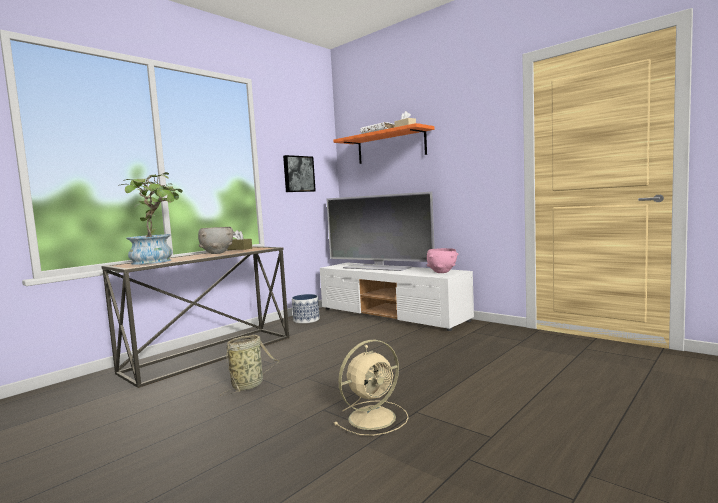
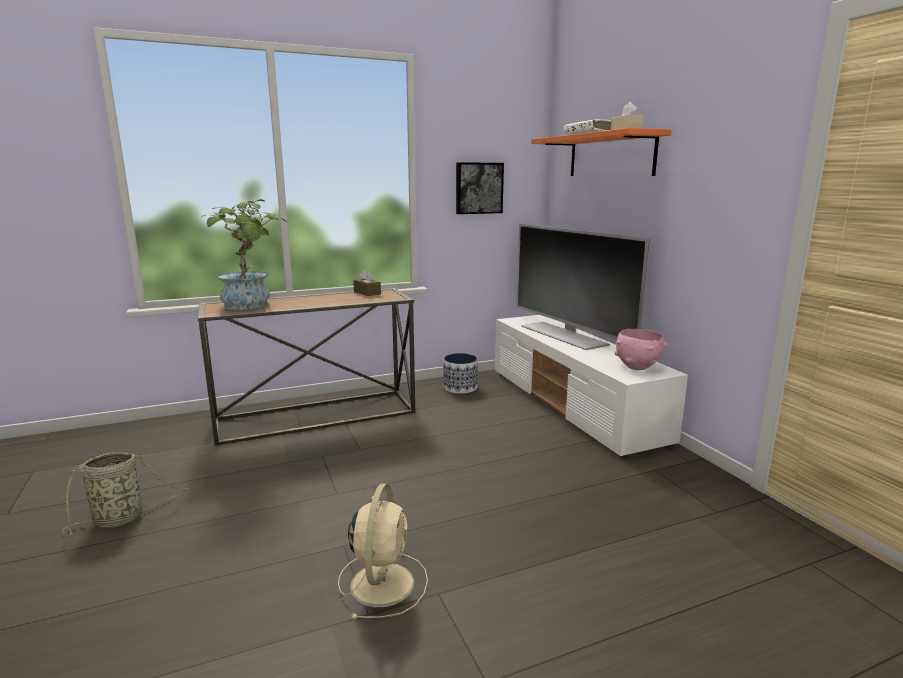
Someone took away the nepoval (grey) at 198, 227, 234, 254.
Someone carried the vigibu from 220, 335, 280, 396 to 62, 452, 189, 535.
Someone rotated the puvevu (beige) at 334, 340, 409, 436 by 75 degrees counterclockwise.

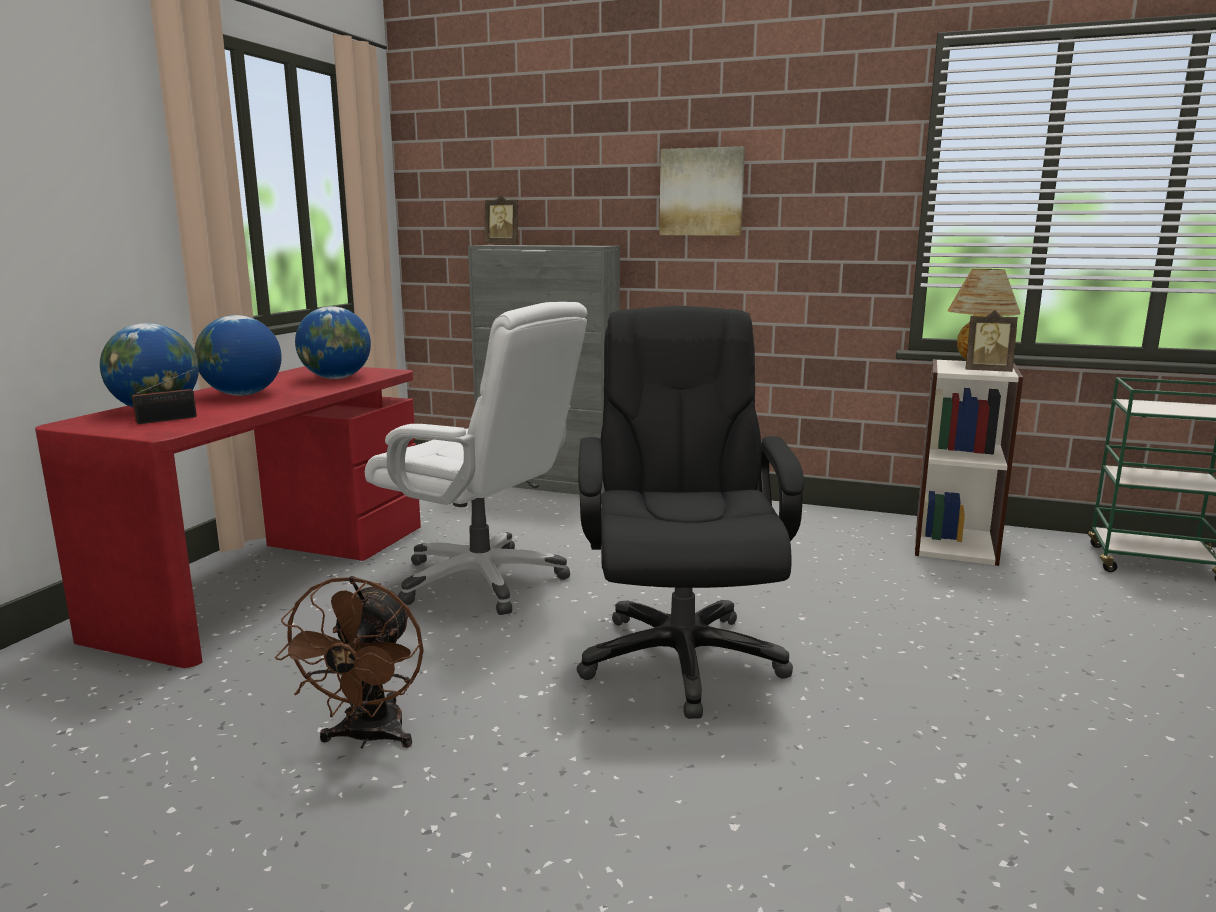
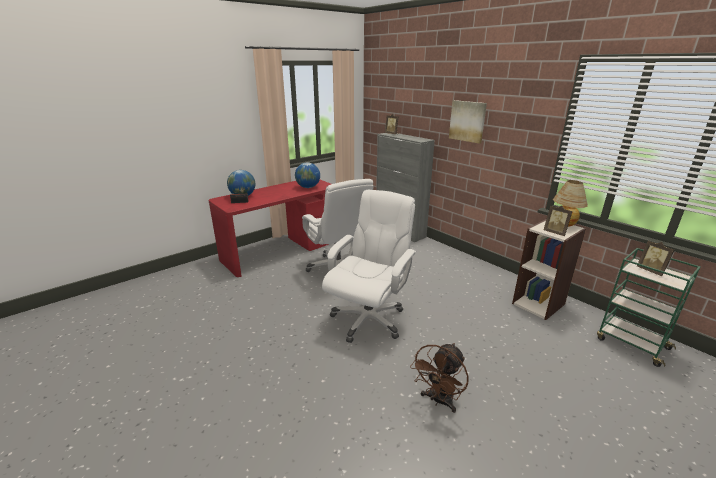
Someone repainted the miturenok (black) at 577, 306, 804, 719, which became the miturenok (white) at 322, 190, 417, 343.
Someone took away the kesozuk at 194, 315, 282, 396.
Someone carried the puvevu (brown) from 275, 576, 424, 749 to 410, 343, 469, 413.
Someone put down the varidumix at 637, 241, 674, 276.

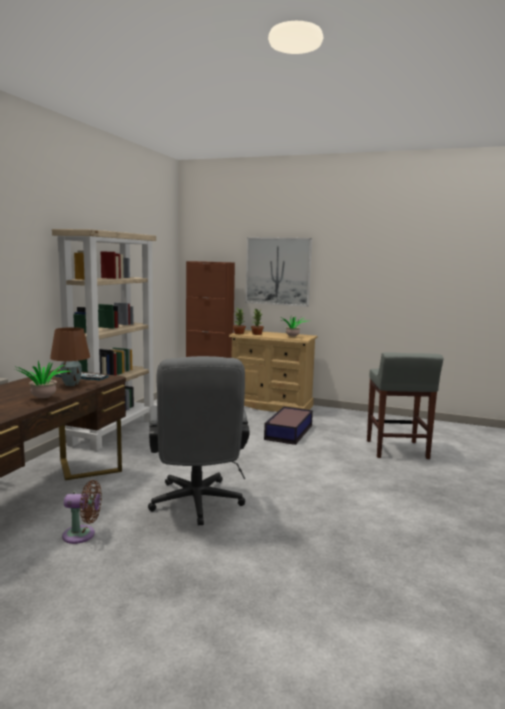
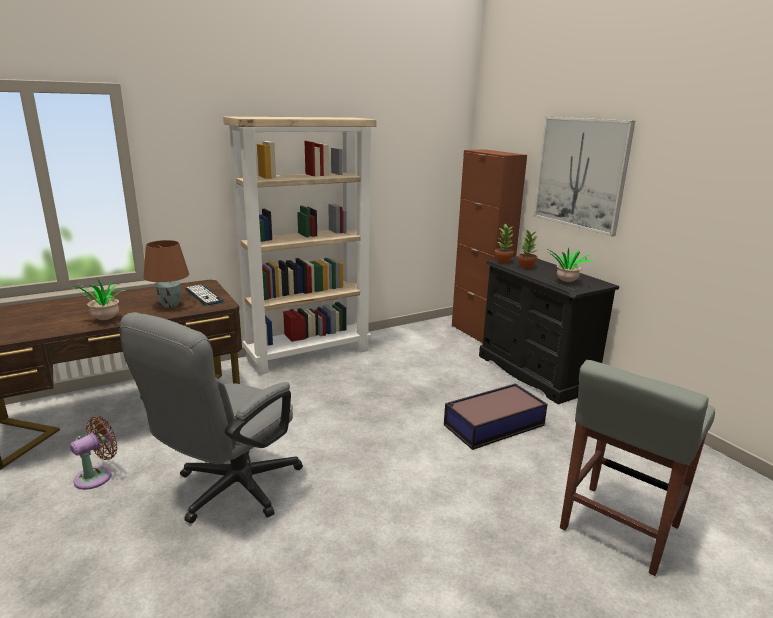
Someone repainted the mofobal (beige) at 229, 330, 318, 412, which became the mofobal (black) at 479, 256, 619, 404.
Someone rotated the puvevu (brown) at 62, 480, 102, 544 by 90 degrees counterclockwise.

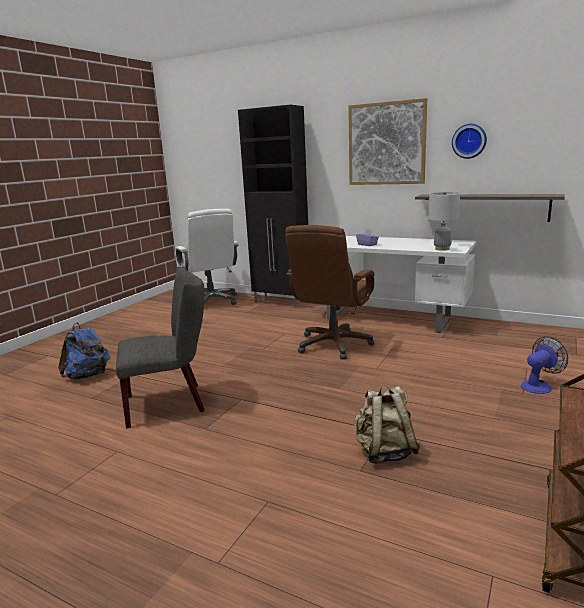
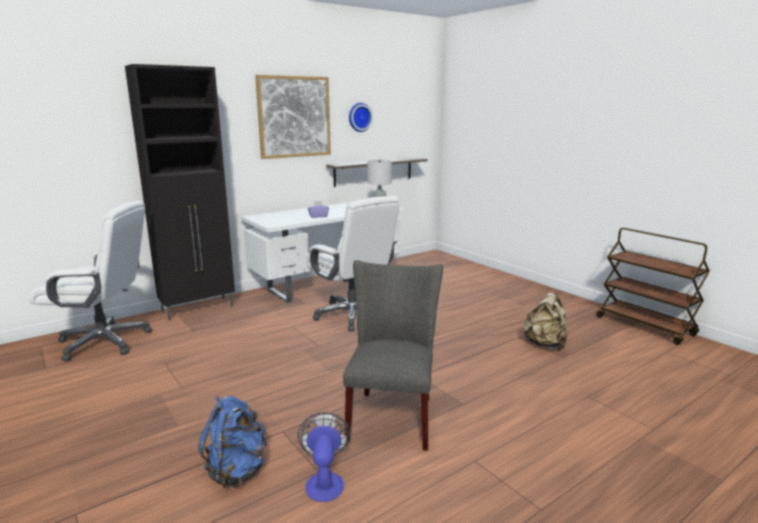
Someone repainted the miturenok (brown) at 285, 225, 375, 360, which became the miturenok (white) at 306, 196, 400, 331.
Someone carried the puvevu from 521, 336, 568, 394 to 298, 412, 351, 502.

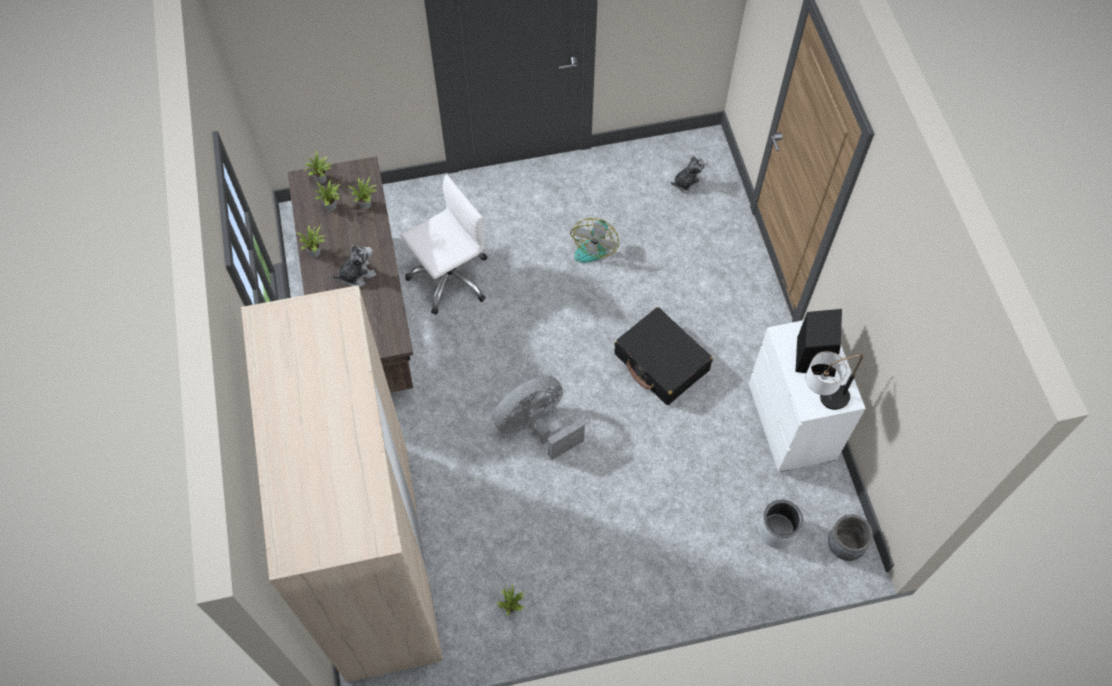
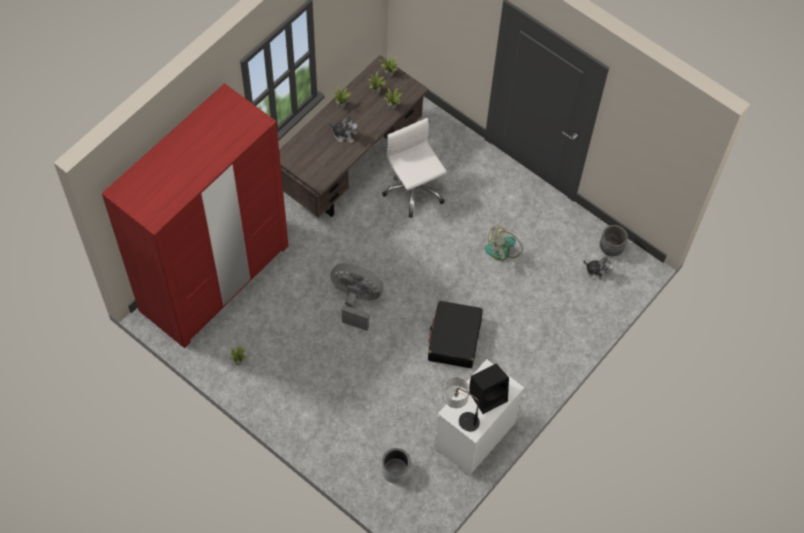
Someone rotated the miturenok (white) at 401, 175, 487, 315 by 135 degrees counterclockwise.
Someone repainted the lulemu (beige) at 241, 286, 443, 682, which became the lulemu (red) at 102, 83, 288, 348.
Someone carried the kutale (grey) from 828, 515, 873, 561 to 600, 225, 628, 256.

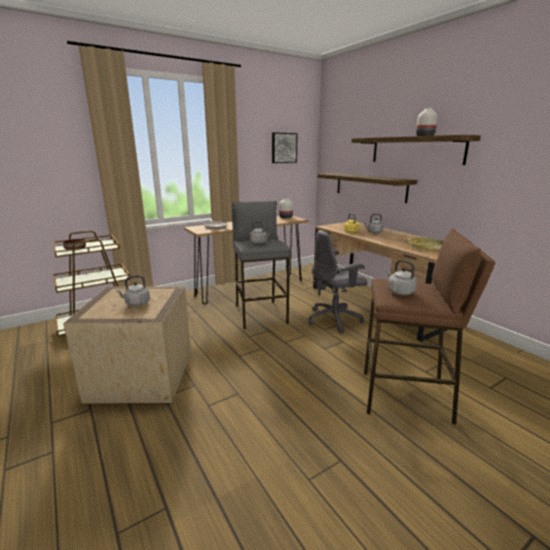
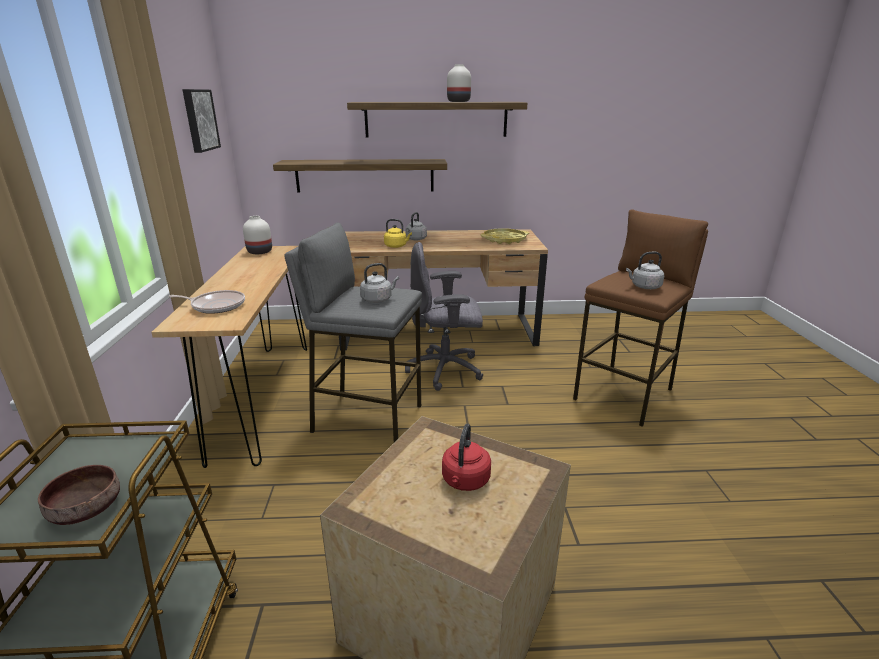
Someone rotated the miturenok (grey) at 309, 230, 368, 333 by 75 degrees clockwise.
Someone repainted the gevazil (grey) at 116, 275, 150, 306, which became the gevazil (red) at 442, 424, 491, 491.

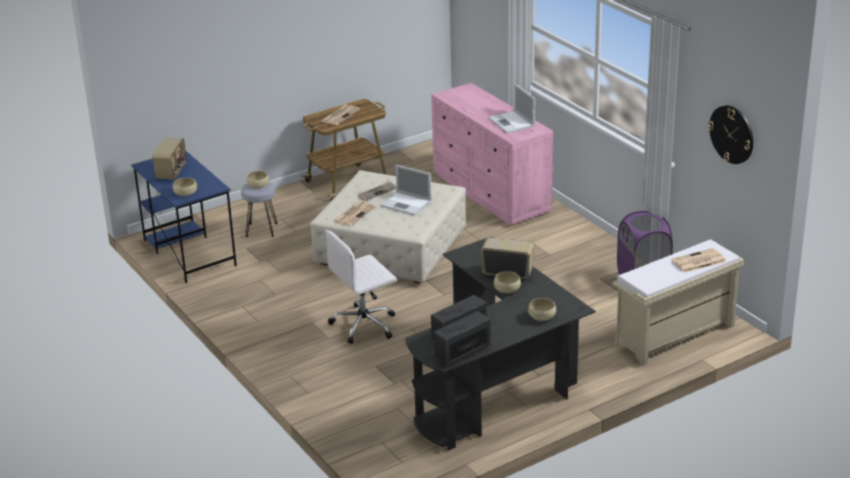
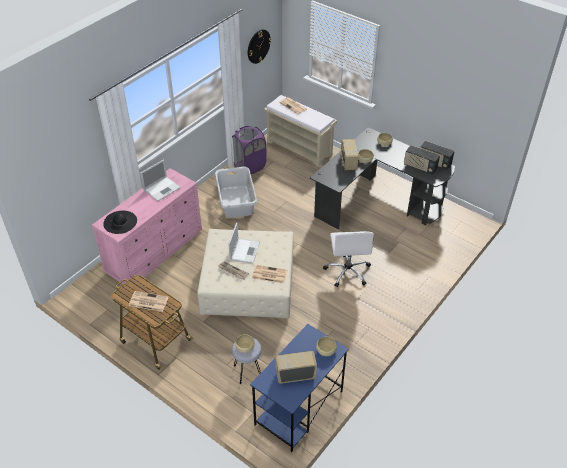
Someone rotated the miturenok (white) at 325, 230, 397, 344 by 45 degrees clockwise.
Someone put down the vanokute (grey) at 215, 167, 257, 218.
Someone put down the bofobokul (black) at 103, 211, 137, 234.

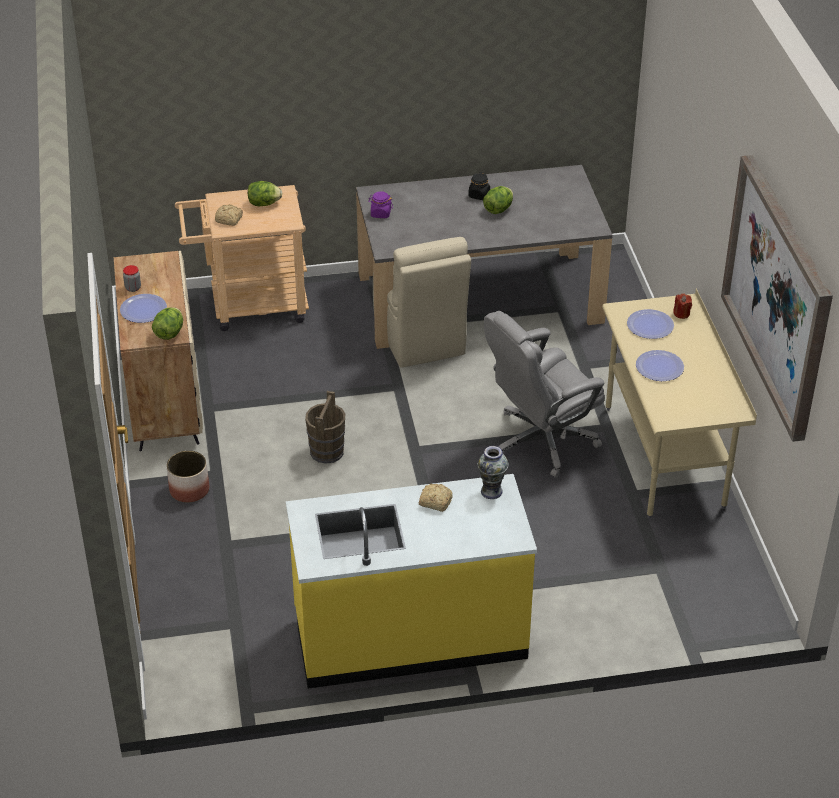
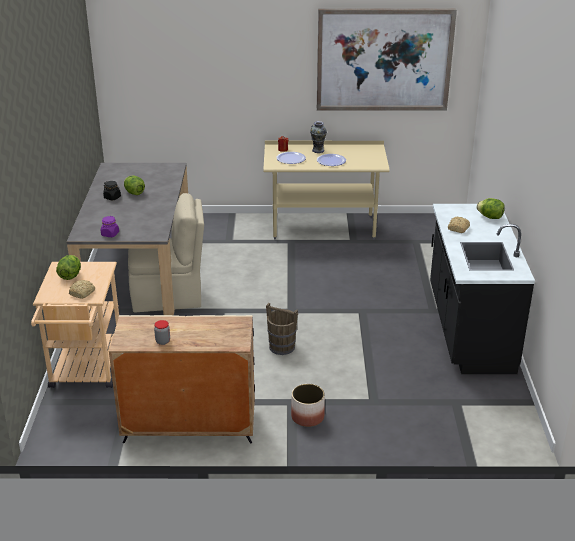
Someone took away the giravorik at 120, 294, 167, 323.
Someone carried the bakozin from 152, 308, 183, 340 to 477, 198, 505, 219.
Someone took away the miturenok (grey) at 484, 311, 605, 478.
Someone carried the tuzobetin from 477, 446, 509, 499 to 310, 121, 327, 153.
Someone repainted the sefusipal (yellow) at 286, 474, 537, 689, which became the sefusipal (black) at 430, 204, 535, 374.

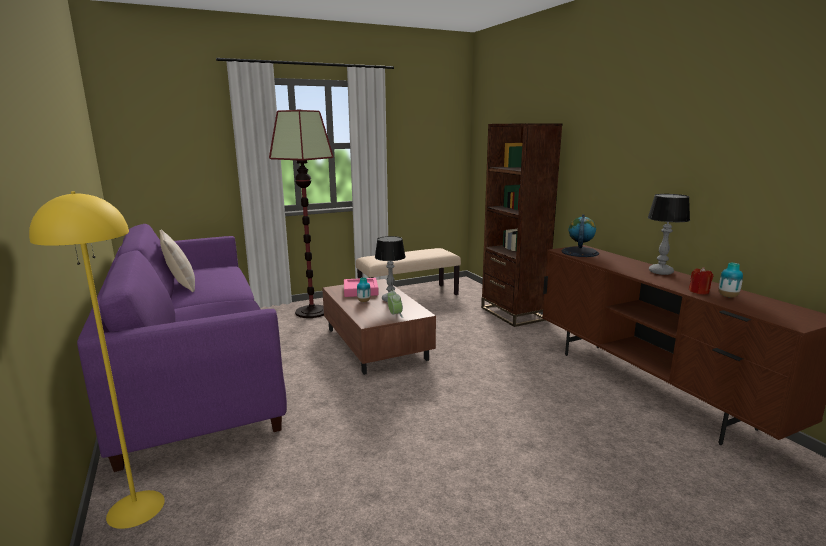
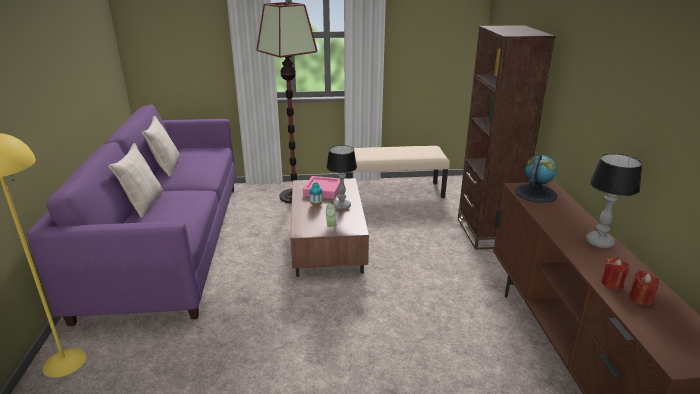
Someone swapped the tuzobetin at 719, 263, 743, 297 for the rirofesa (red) at 629, 270, 660, 306.
Someone put down the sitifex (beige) at 108, 143, 163, 218.

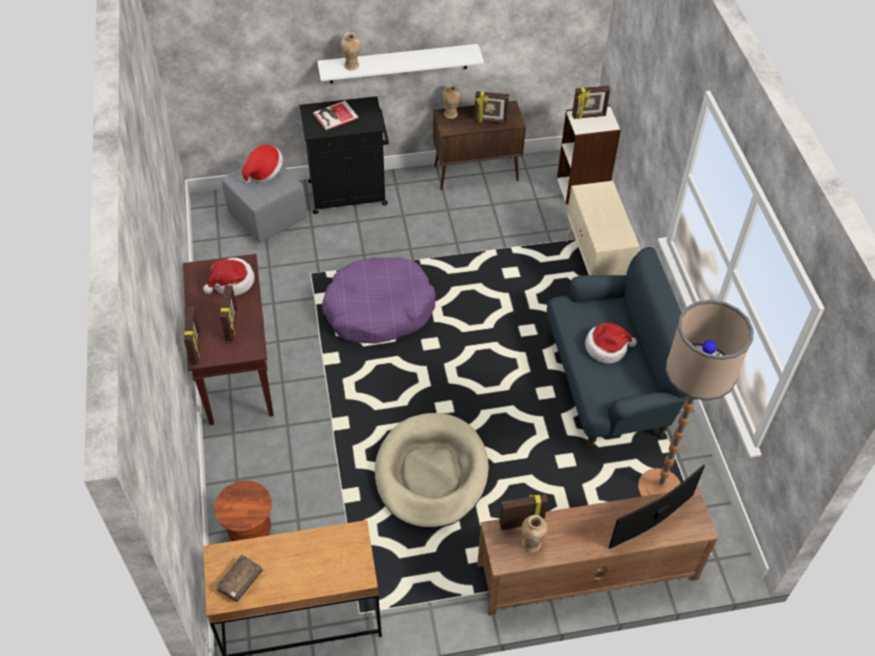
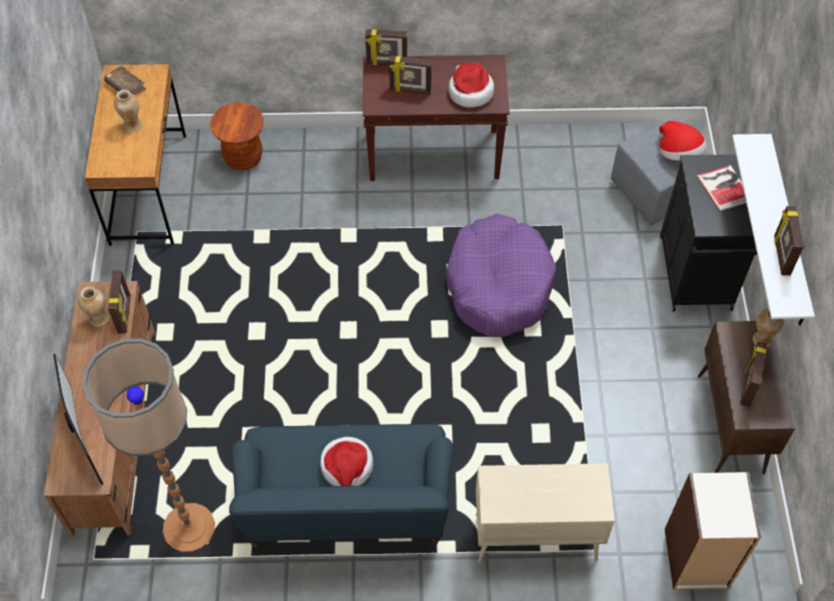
Someone carried the tuzobetin from 341, 32, 361, 70 to 114, 90, 142, 132.
Someone carried the varidumix from 572, 86, 610, 119 to 774, 206, 804, 275.
Someone took away the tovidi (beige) at 375, 413, 489, 529.

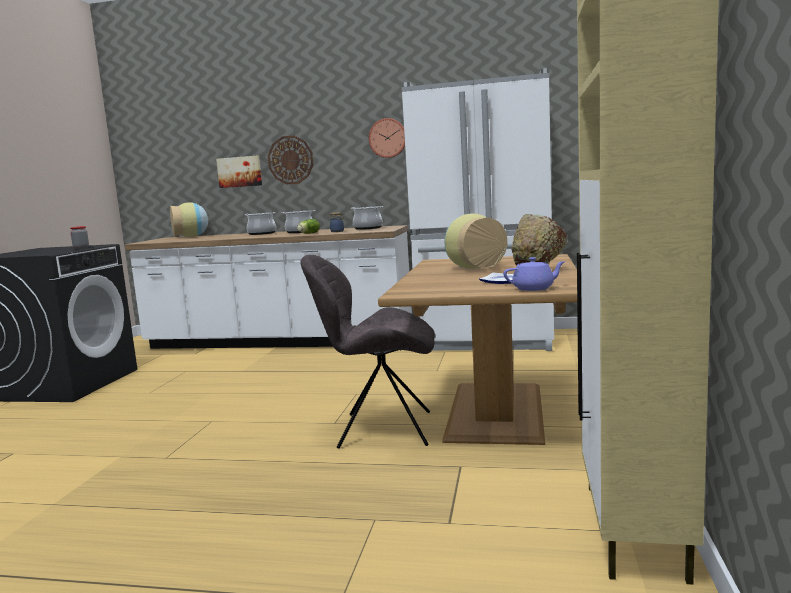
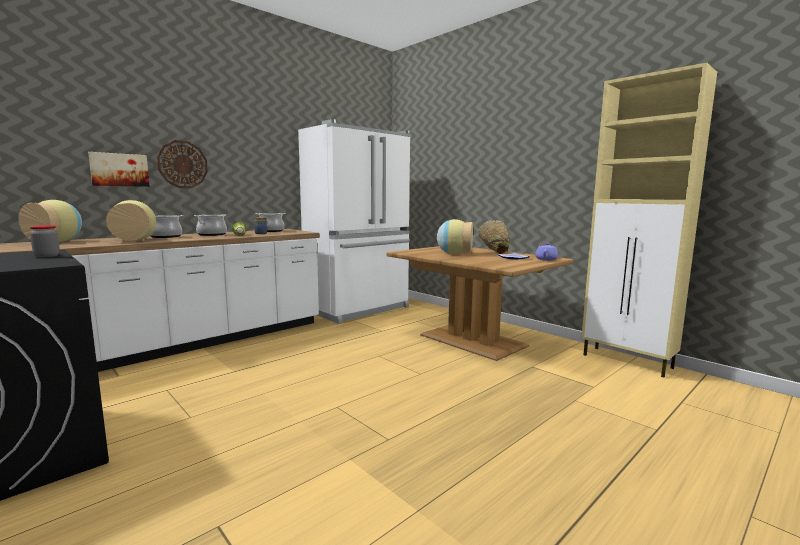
Someone took away the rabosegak at 369, 118, 405, 158.
Someone took away the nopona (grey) at 300, 255, 435, 449.
Someone put down the tuzobetin at 106, 200, 156, 241.

